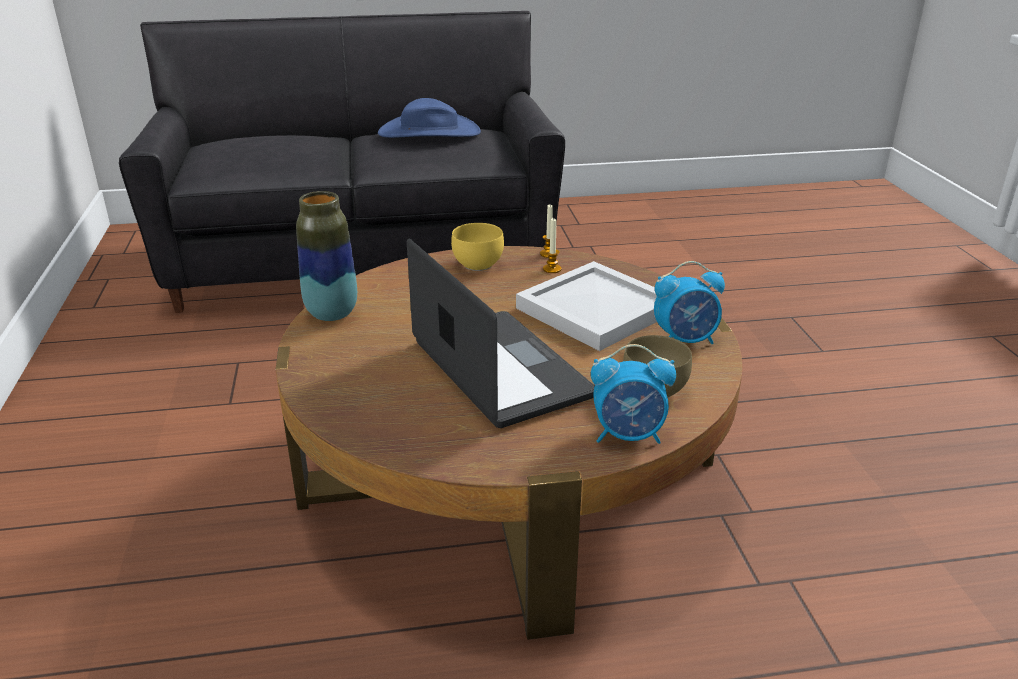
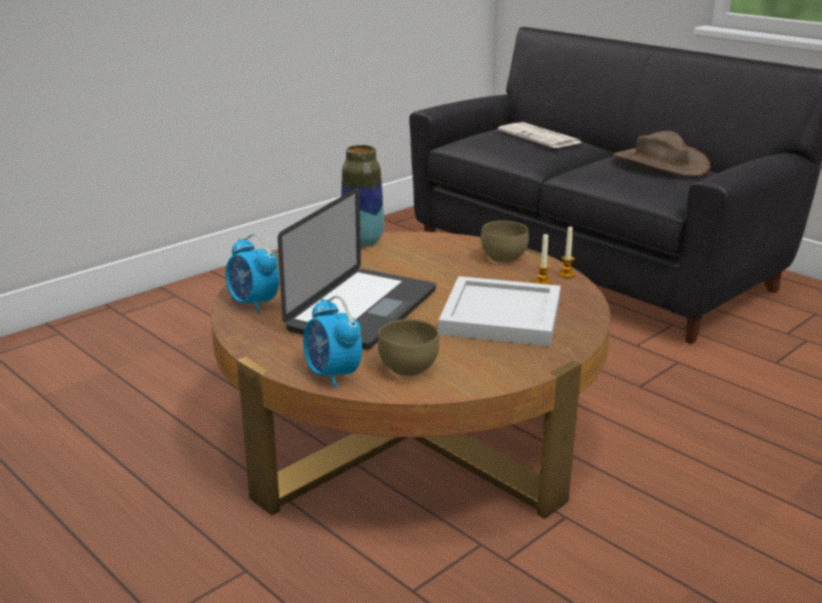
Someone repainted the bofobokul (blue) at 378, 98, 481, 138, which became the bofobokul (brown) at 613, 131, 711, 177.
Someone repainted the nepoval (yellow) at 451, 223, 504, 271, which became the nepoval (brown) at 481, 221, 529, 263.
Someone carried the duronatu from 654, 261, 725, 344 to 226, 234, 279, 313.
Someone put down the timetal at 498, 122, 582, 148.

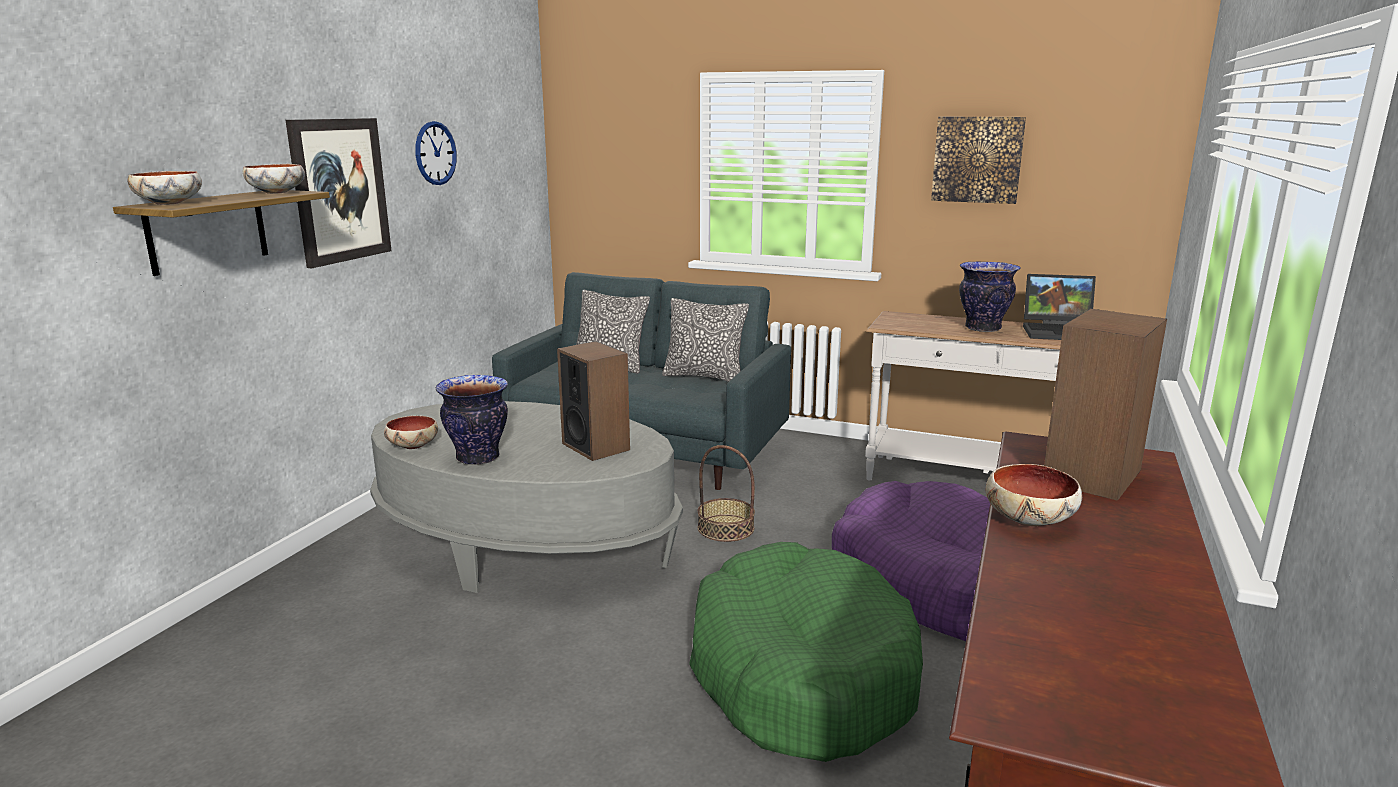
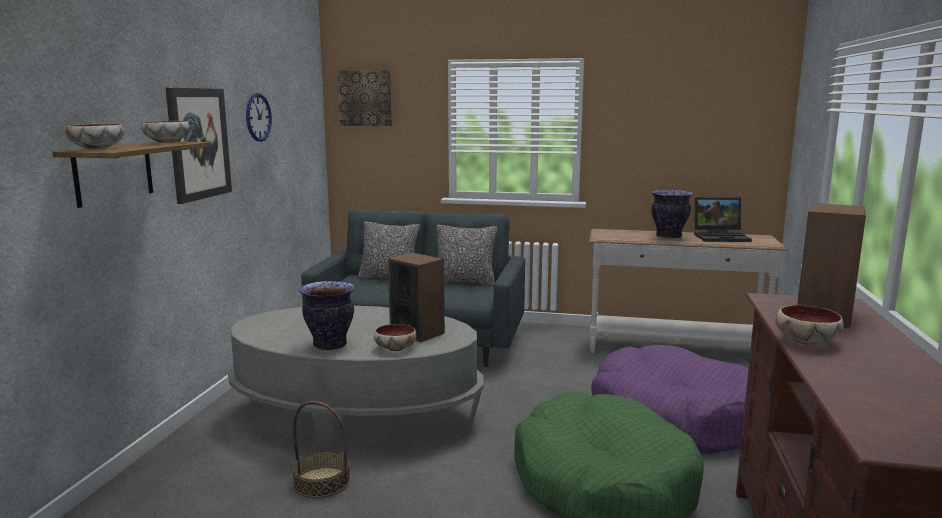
Someone carried the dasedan from 931, 117, 1026, 204 to 338, 70, 392, 126.
Someone carried the nepoval from 384, 416, 438, 449 to 374, 324, 417, 351.
Someone carried the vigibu from 698, 445, 755, 542 to 292, 401, 350, 498.

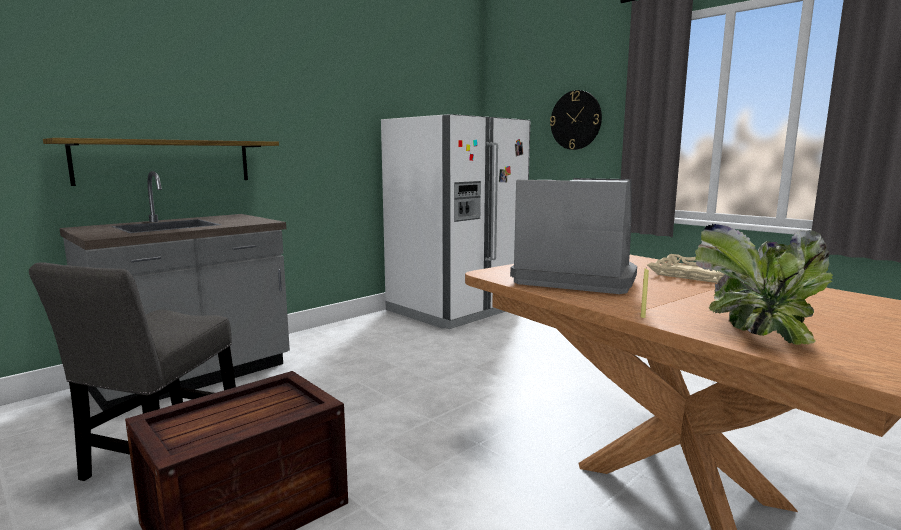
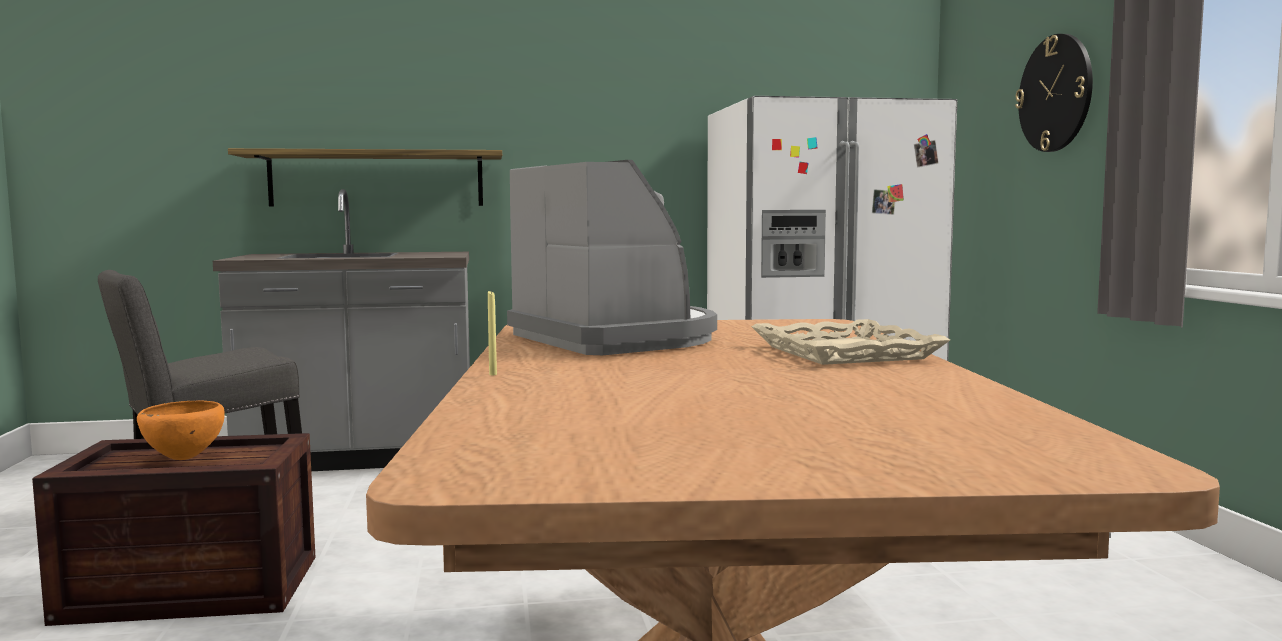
Someone took away the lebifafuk at 695, 224, 833, 345.
Someone put down the nepoval (orange) at 137, 400, 225, 460.

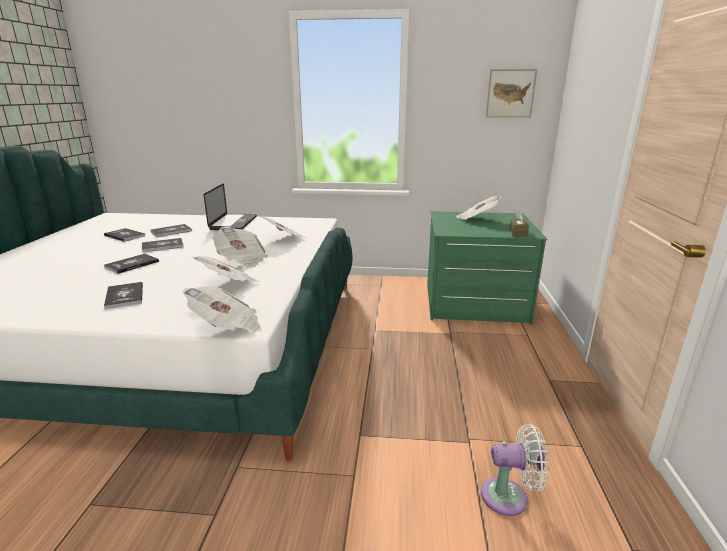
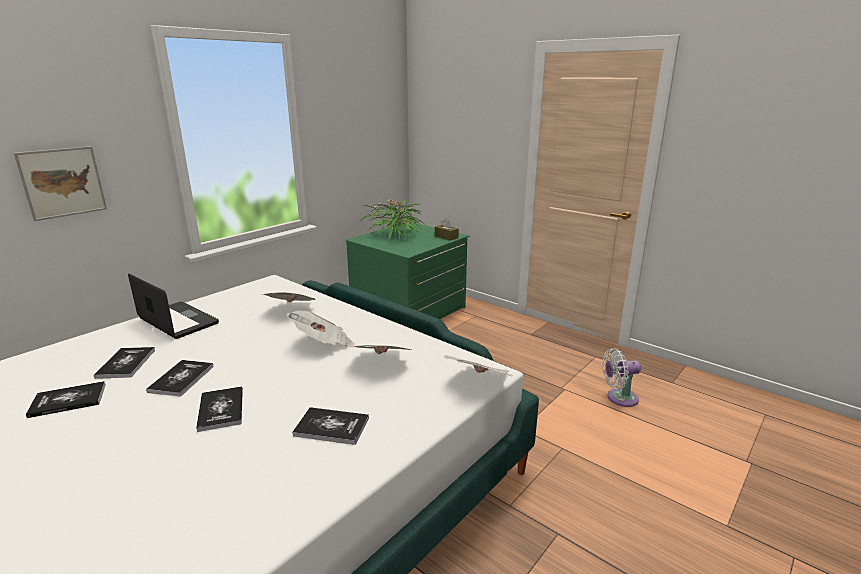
Someone carried the dasedan from 486, 69, 537, 118 to 14, 146, 107, 221.
Someone swapped the timetal at 456, 196, 502, 220 for the lebifafuk at 360, 199, 424, 241.
Someone rotated the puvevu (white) at 481, 424, 549, 516 by 135 degrees counterclockwise.

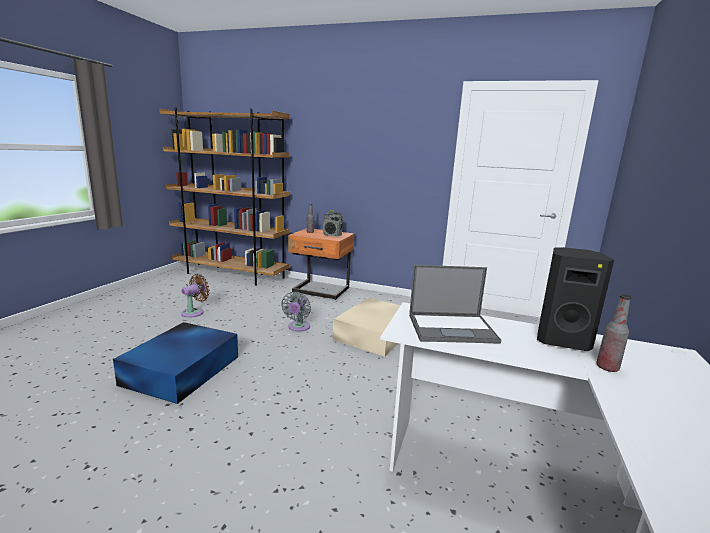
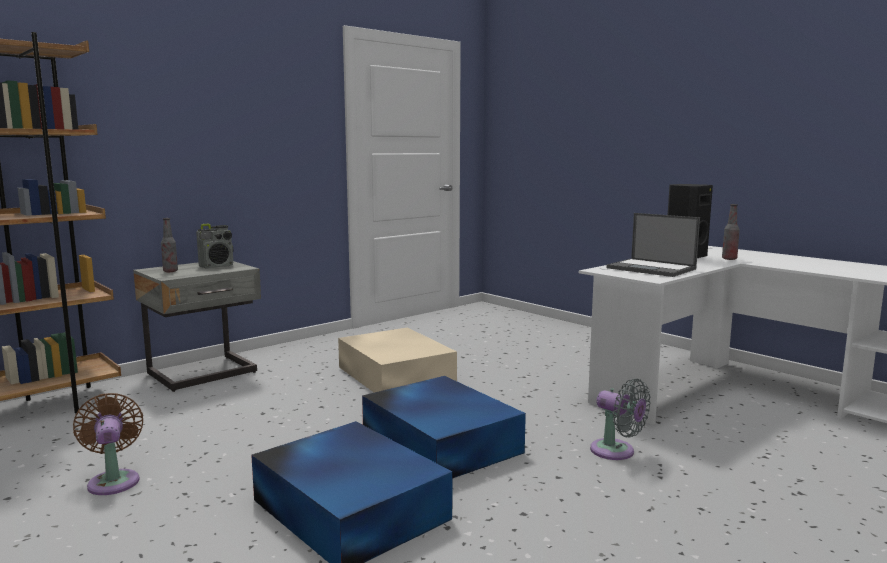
Someone repainted the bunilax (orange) at 288, 228, 354, 300, which became the bunilax (grey) at 133, 261, 261, 392.
Someone rotated the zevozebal at 409, 265, 501, 344 by 105 degrees clockwise.
Someone carried the puvevu (grey) from 281, 292, 311, 332 to 590, 378, 651, 460.
Someone put down the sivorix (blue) at 362, 376, 526, 479.

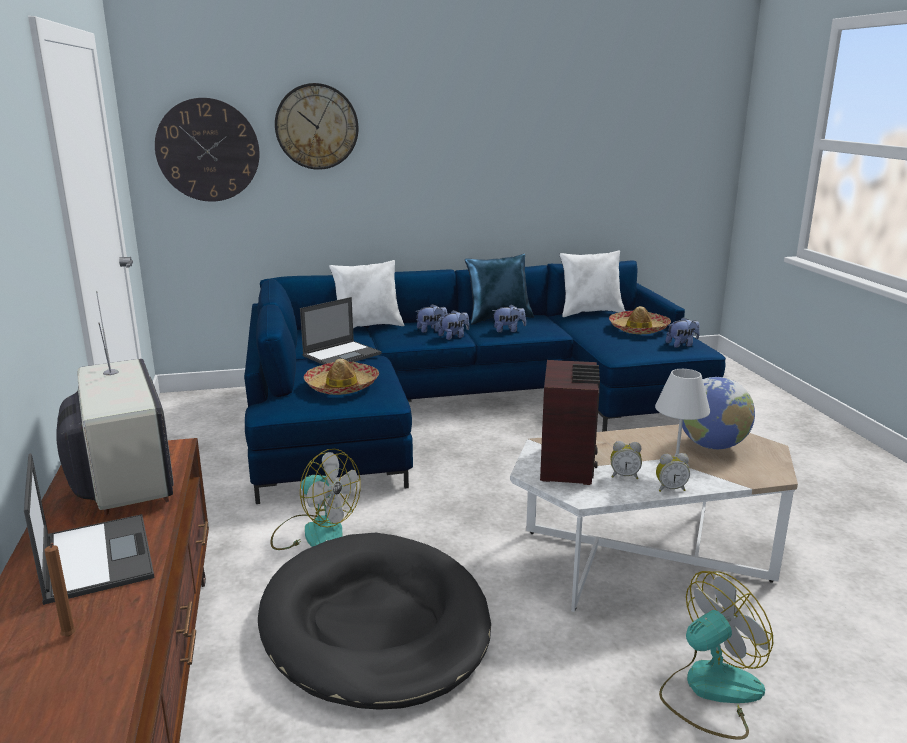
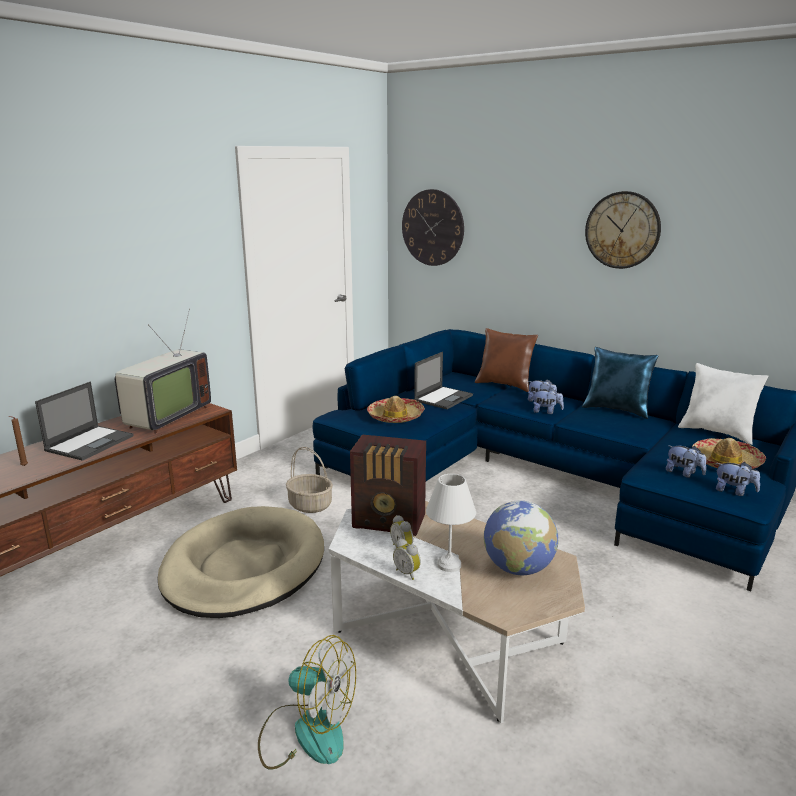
Someone carried the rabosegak from 275, 83, 359, 170 to 585, 191, 661, 269.
Someone repainted the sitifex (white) at 329, 260, 405, 328, which became the sitifex (brown) at 475, 328, 538, 392.
Someone rotated the zevozebal at 300, 297, 382, 365 by 60 degrees counterclockwise.
Someone carried the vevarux from 492, 305, 526, 332 to 666, 445, 706, 478.
Someone rotated the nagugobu at 540, 360, 600, 485 by 45 degrees clockwise.
Someone swapped the puvevu at 271, 449, 361, 550 for the vigibu at 286, 447, 333, 513.
Someone repainted the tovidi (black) at 258, 533, 491, 710, which became the tovidi (beige) at 157, 506, 324, 618.

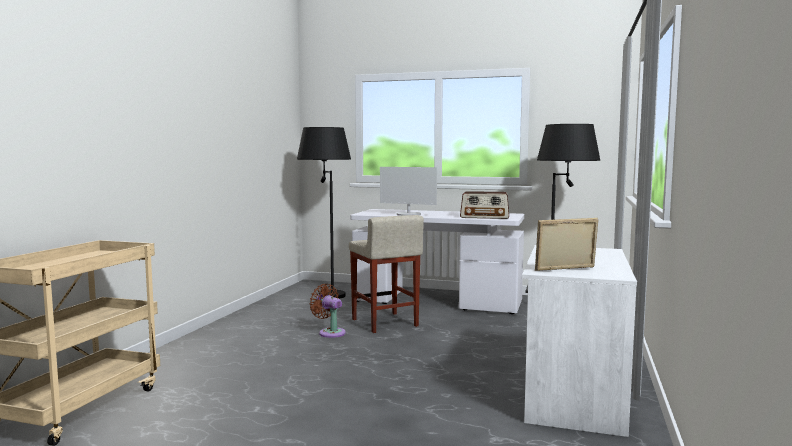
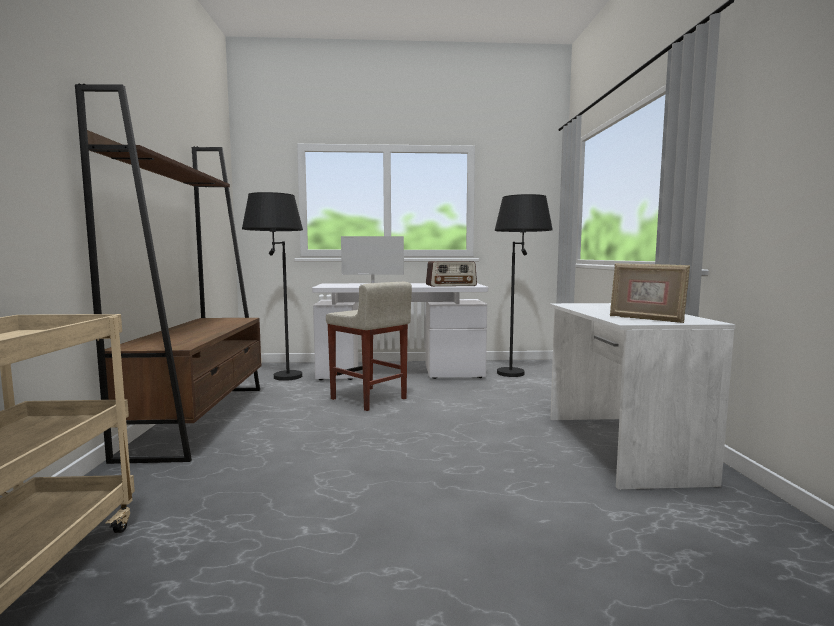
Someone rotated the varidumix at 535, 218, 598, 271 by 105 degrees counterclockwise.
Someone took away the puvevu (brown) at 309, 284, 346, 338.
Someone put down the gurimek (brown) at 75, 84, 261, 464.

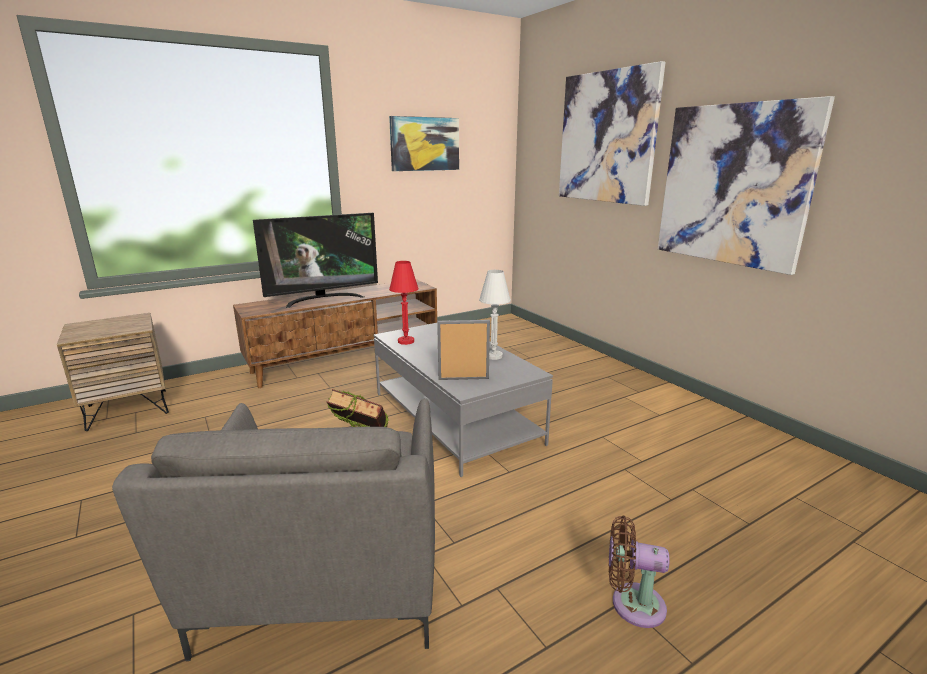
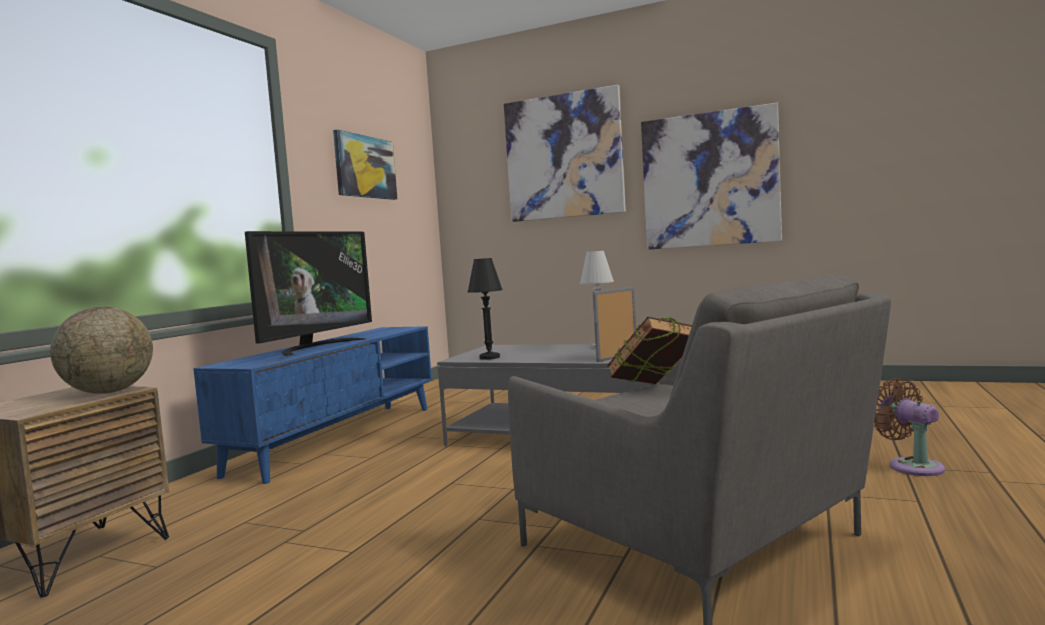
Someone repainted the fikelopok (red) at 389, 261, 419, 345, which became the fikelopok (black) at 468, 258, 503, 360.
Someone repainted the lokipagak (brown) at 233, 279, 437, 388, which became the lokipagak (blue) at 193, 326, 432, 484.
Someone rotated the puvevu (brown) at 609, 516, 669, 628 by 90 degrees clockwise.
Someone put down the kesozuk at 50, 306, 153, 394.

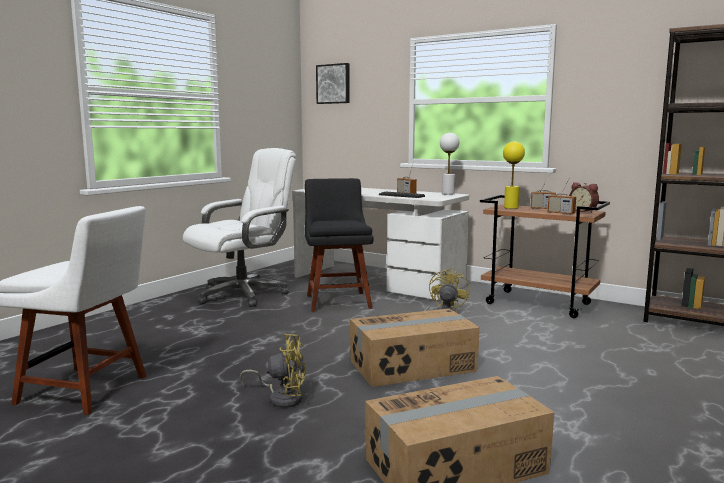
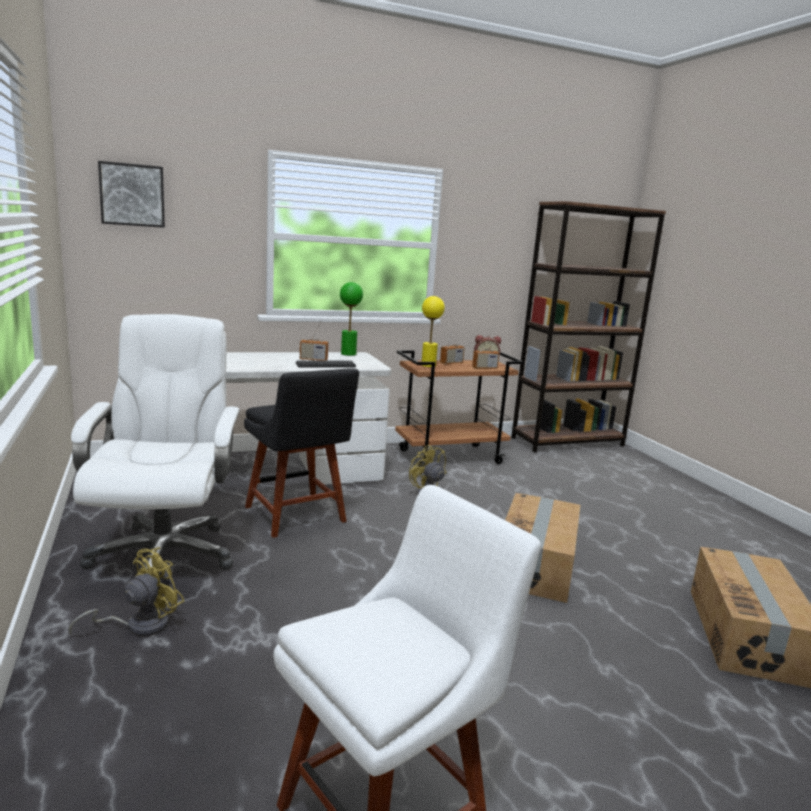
Someone repainted the fikelopok (white) at 440, 133, 459, 195, which became the fikelopok (green) at 340, 282, 363, 356.
Someone rotated the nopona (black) at 305, 178, 374, 312 by 150 degrees counterclockwise.
Someone carried the puvevu (yellow) from 240, 334, 306, 408 to 69, 547, 184, 636.

